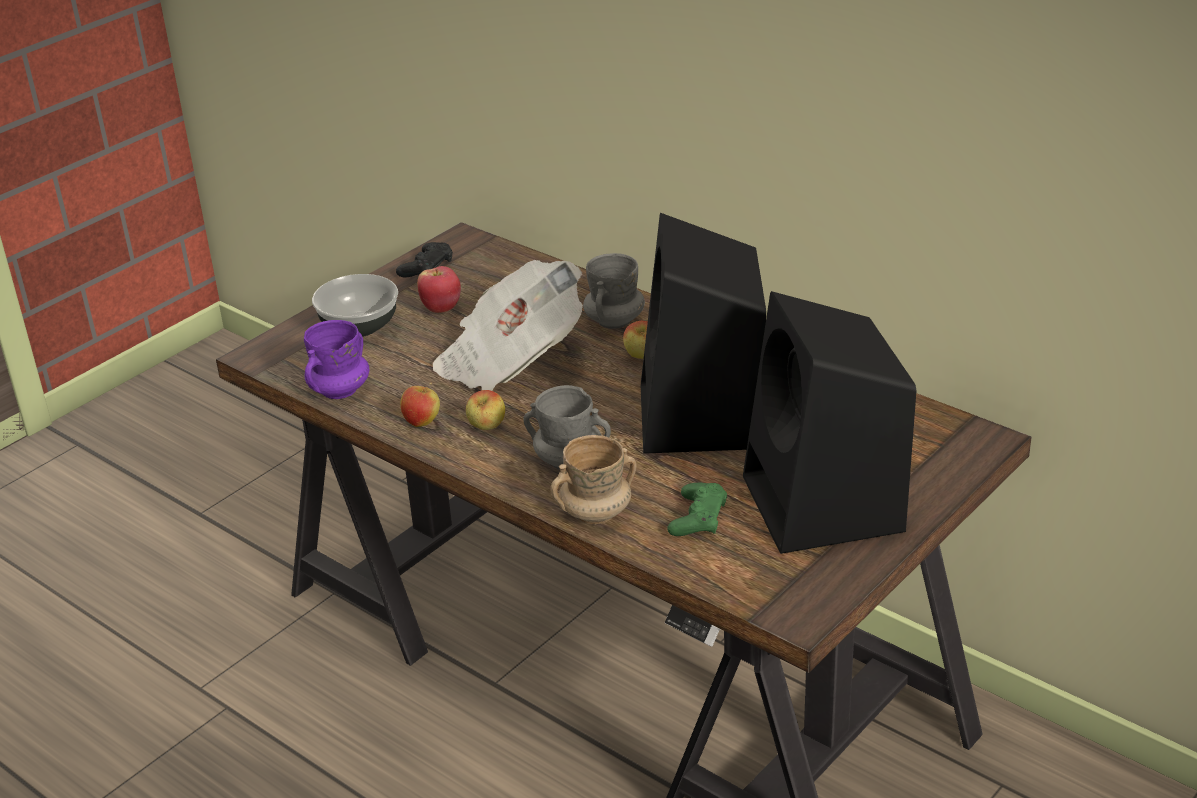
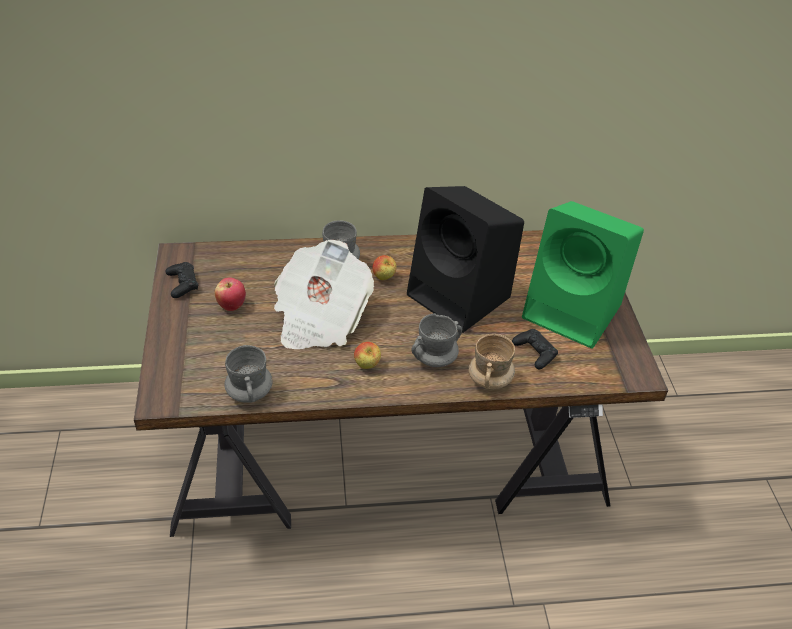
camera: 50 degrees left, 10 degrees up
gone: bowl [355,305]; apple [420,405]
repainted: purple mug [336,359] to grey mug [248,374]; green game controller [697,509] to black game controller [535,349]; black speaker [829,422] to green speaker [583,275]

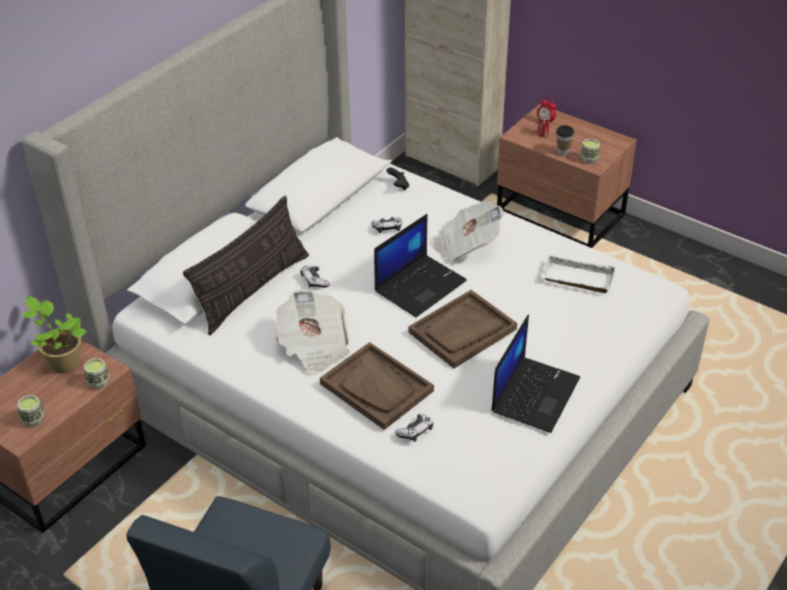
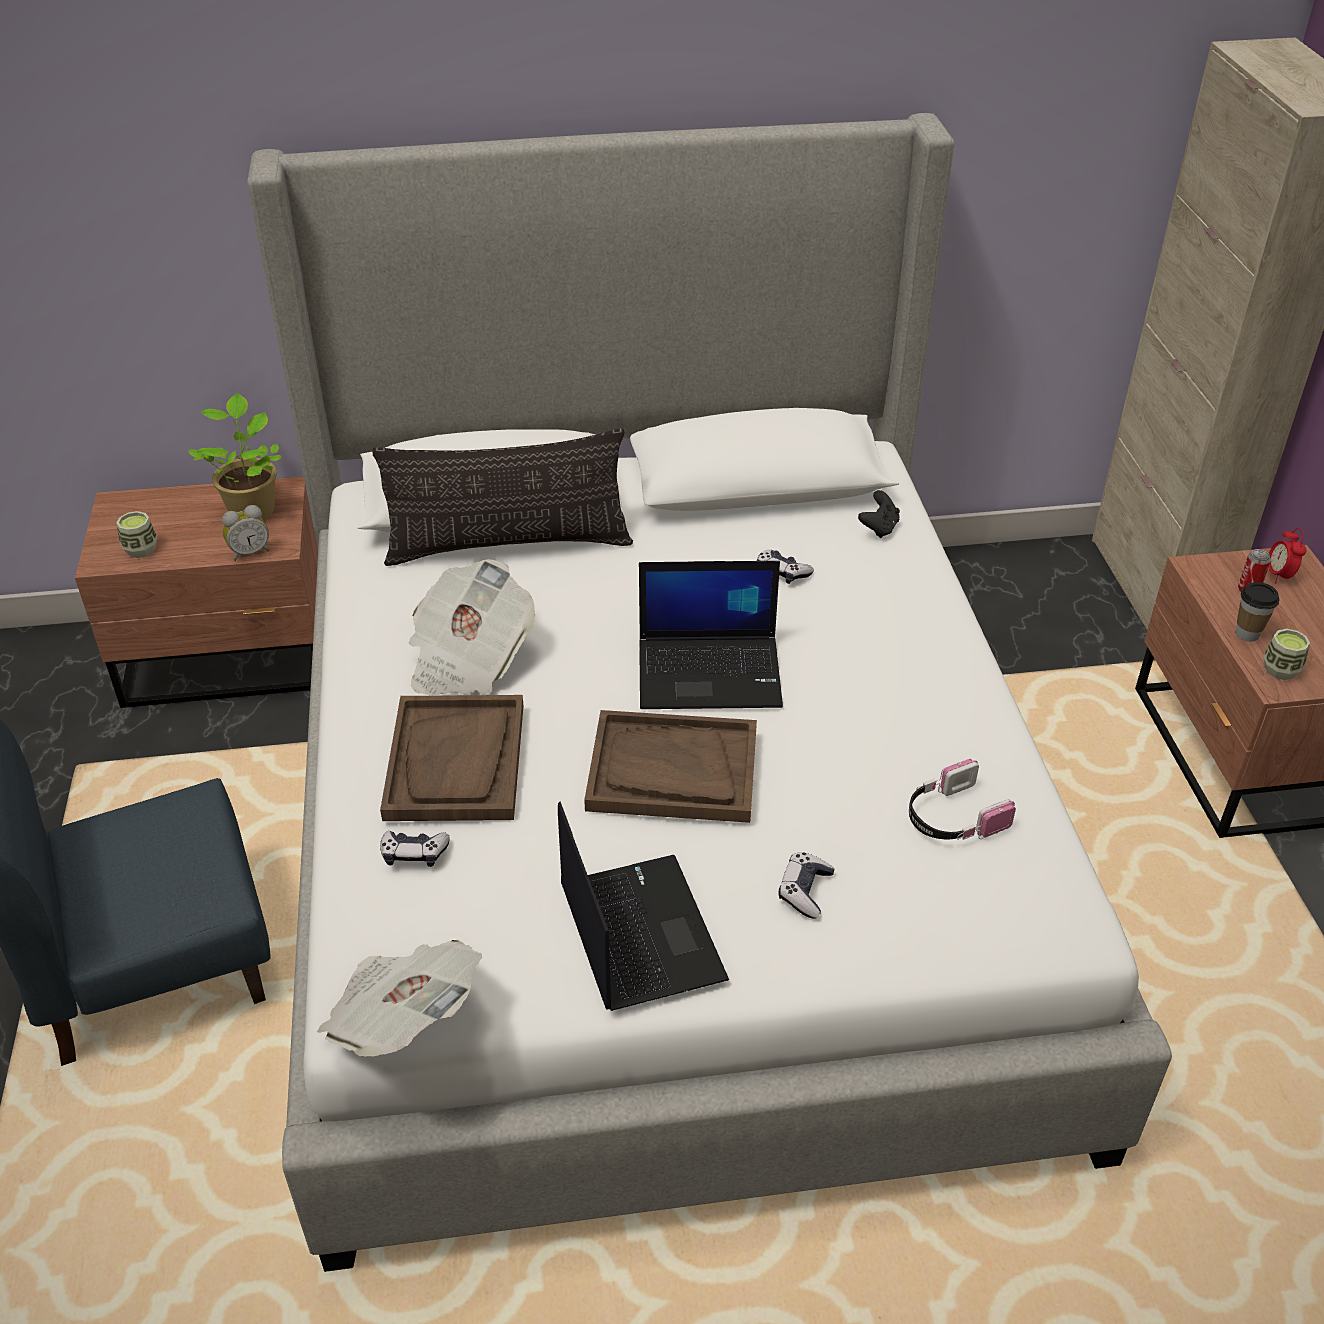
camera: 45 degrees right, 0 degrees up
shifted: newspaper [467,231] to [399,998]; game controller [315,276] to [806,885]
swapped: cup [96,373] to alarm clock [246,533]; white tray [579,273] to headphones [962,799]
rotated: laptop [535,374] = [643,906] 90 degrees counterclockwise

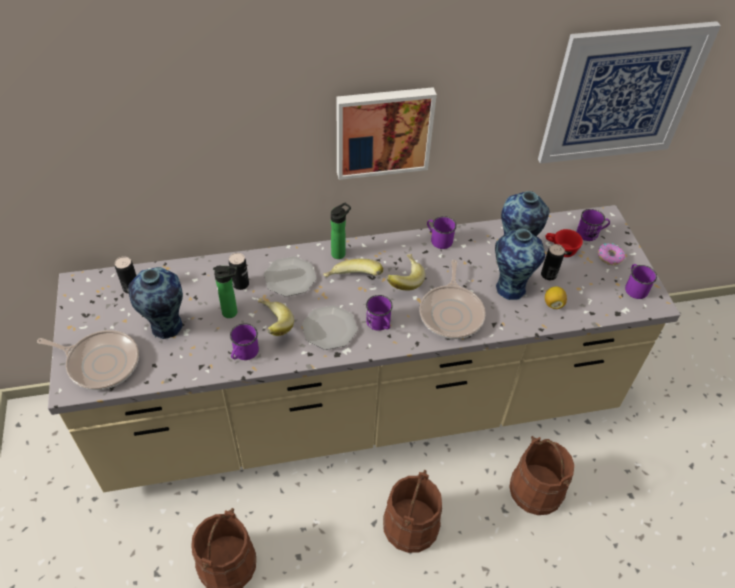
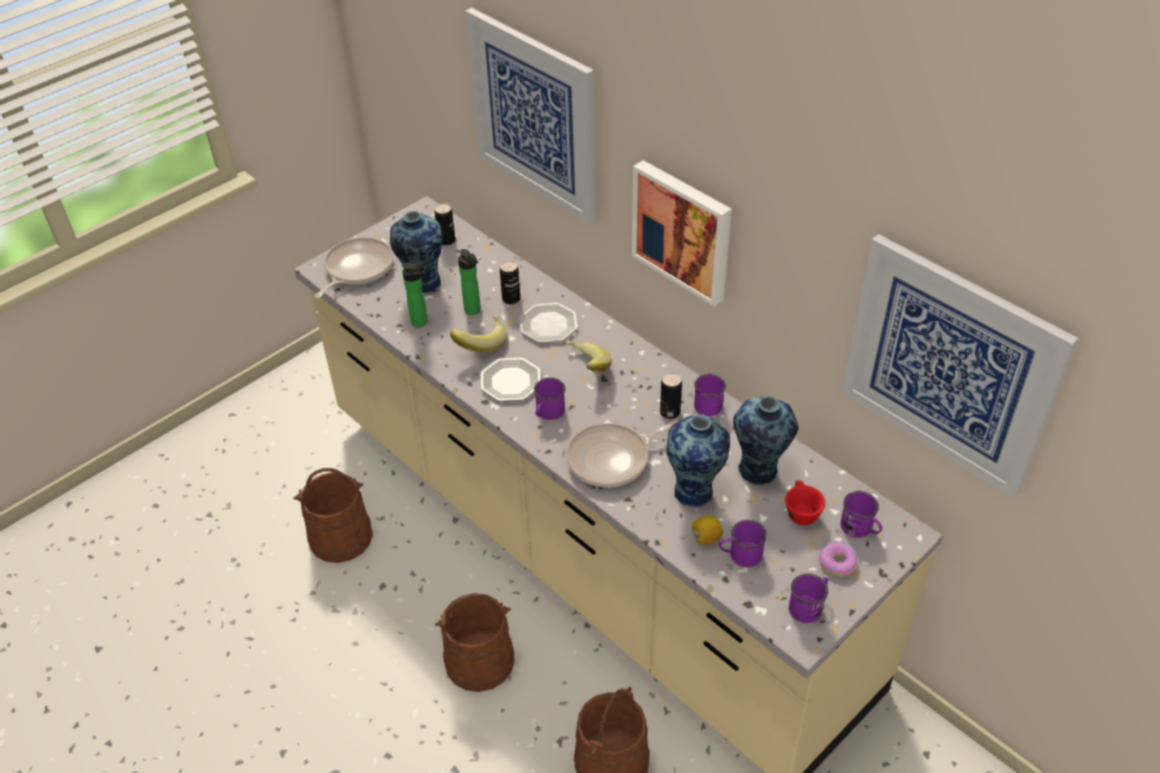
camera: 60 degrees right, 5 degrees down
gone: banana [405,272]
new: picture [530,116]
shifted: bottle [341,230] to [415,295]; can [553,262] to [671,395]; purple mug [244,341] to [743,543]
rotated: frying pan [88,360] = [354,268] 135 degrees counterclockwise

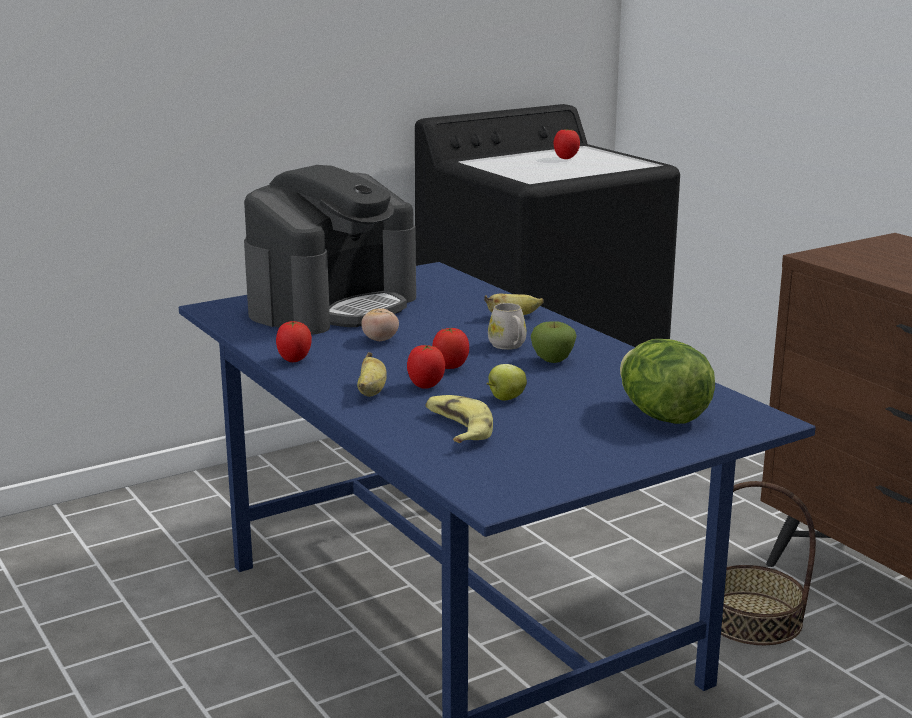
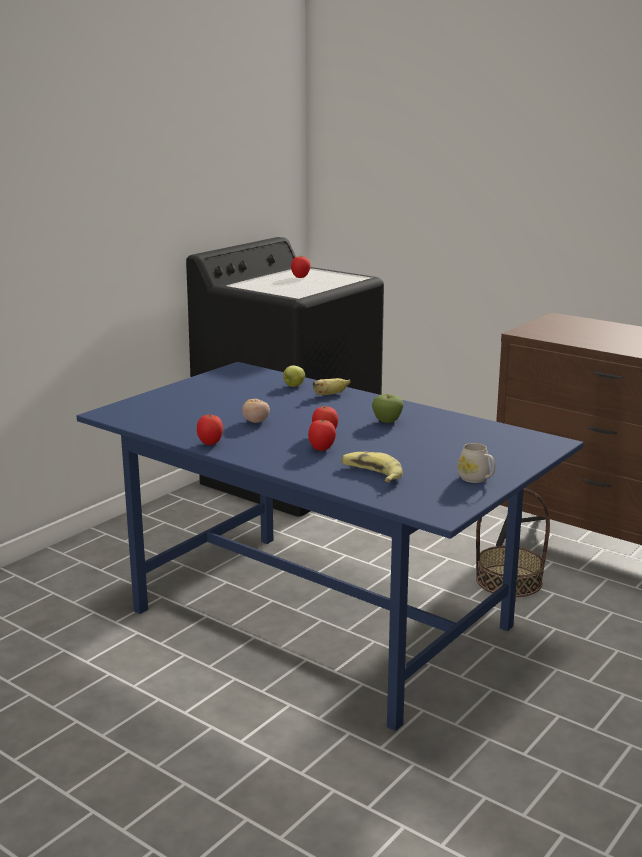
camera: 20 degrees left, 0 degrees up
gone: coffee machine [330,250]; banana [372,374]; lettuce [667,381]
shifted: apple [507,382] to [294,376]; white mug [507,326] to [477,463]

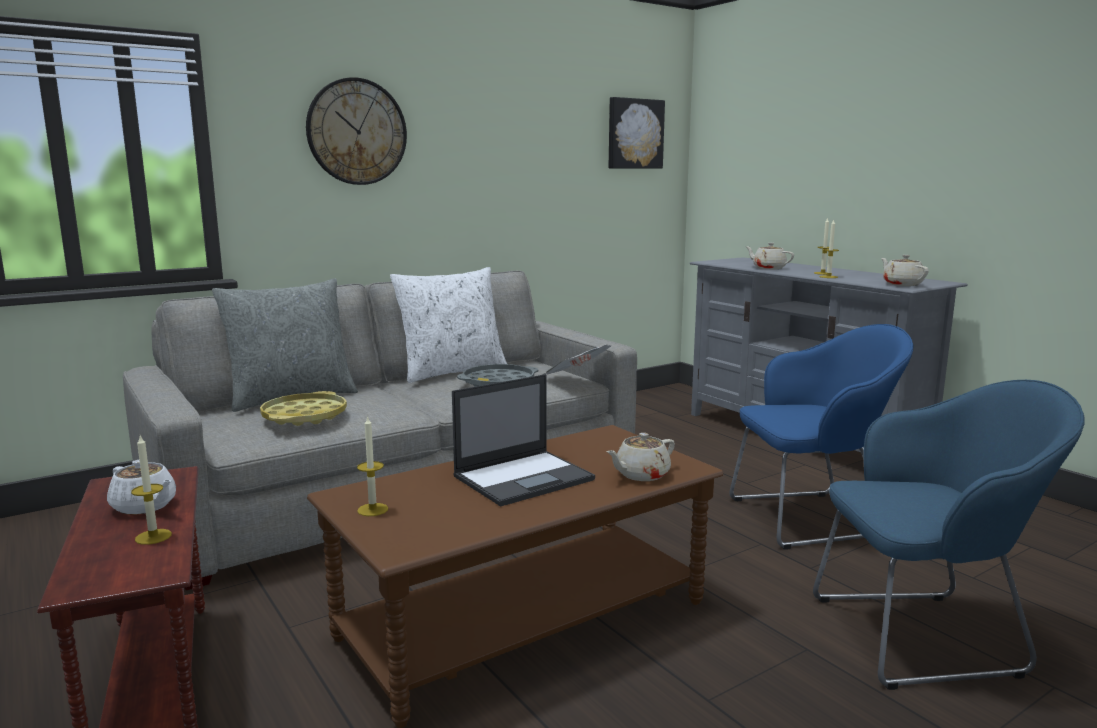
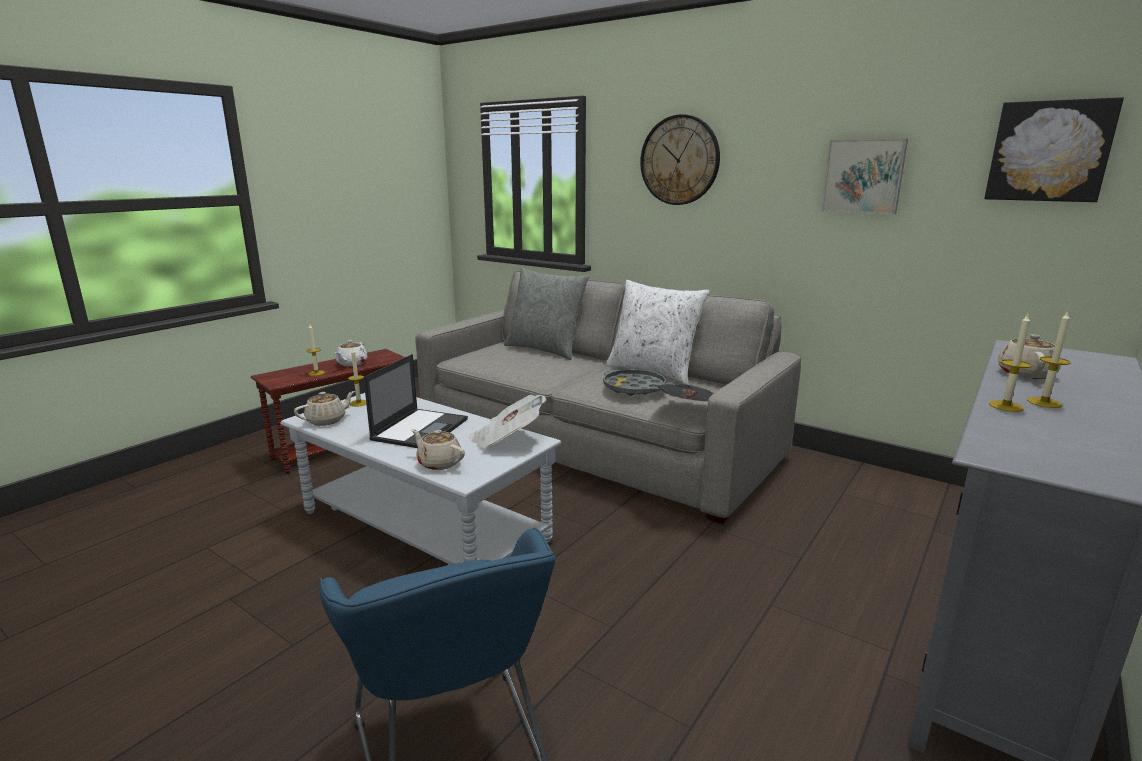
camera: 70 degrees right, 5 degrees up
gone: yellow tray [303,408]; blue armchair [821,437]
new: newspaper [507,422]; picture [864,176]
shifted: beige teapot [905,270] to [324,408]
repainted: brown coffee table [515,576] to grey coffee table [420,479]
rotated: laptop [523,440] = [415,401] 105 degrees counterclockwise

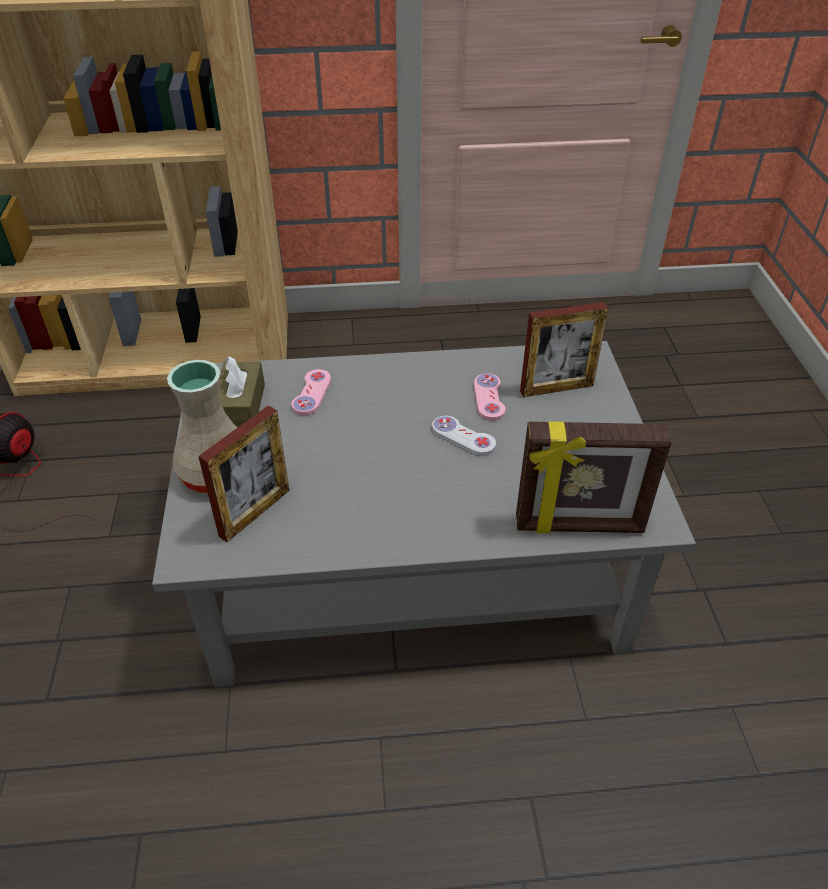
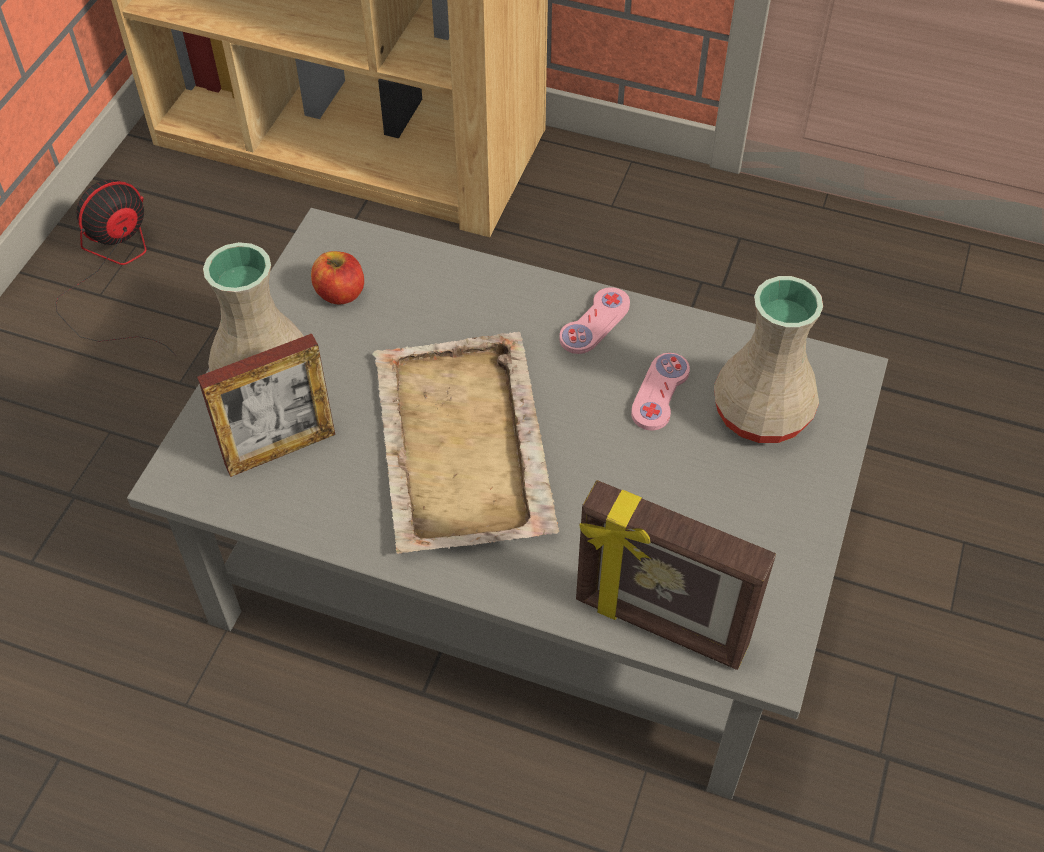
camera: 25 degrees right, 10 degrees up
gone: white game controller [464,436]
new: beige tray [465,443]
shifted: pink game controller [311,392] to [594,320]
swapped: brown tissue box [242,392] to apple [337,278]; picture frame [564,349] to beige vase [768,359]

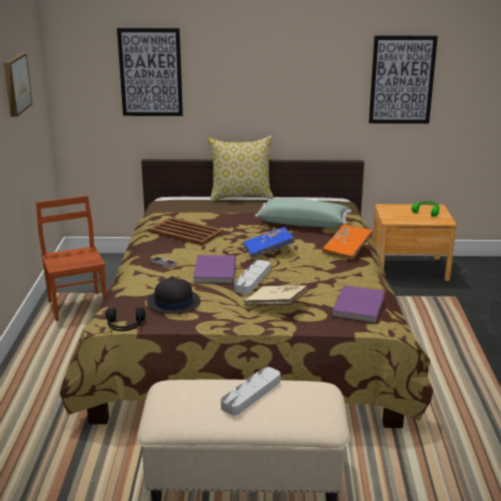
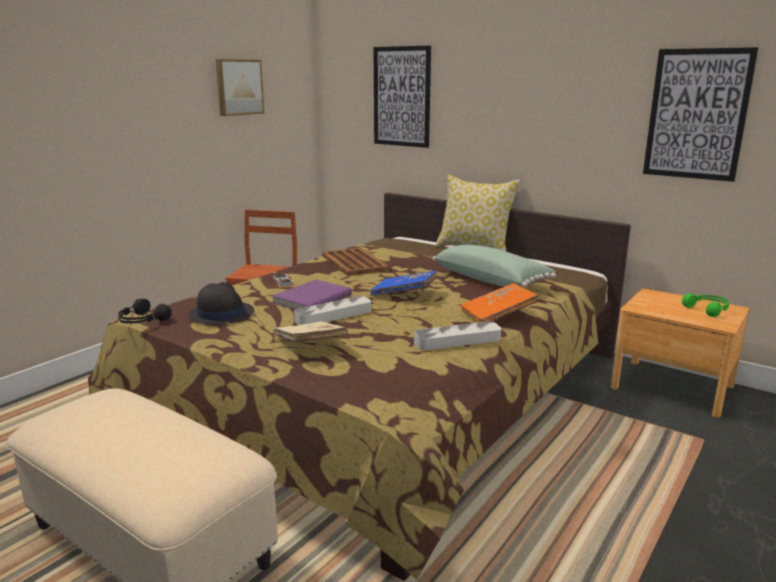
camera: 35 degrees right, 5 degrees down
gone: purple book [358,304]
shifted: grey tray [251,391] to [457,336]

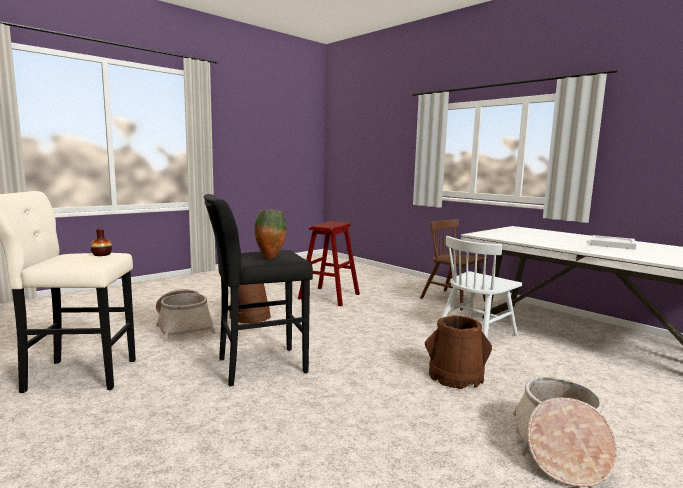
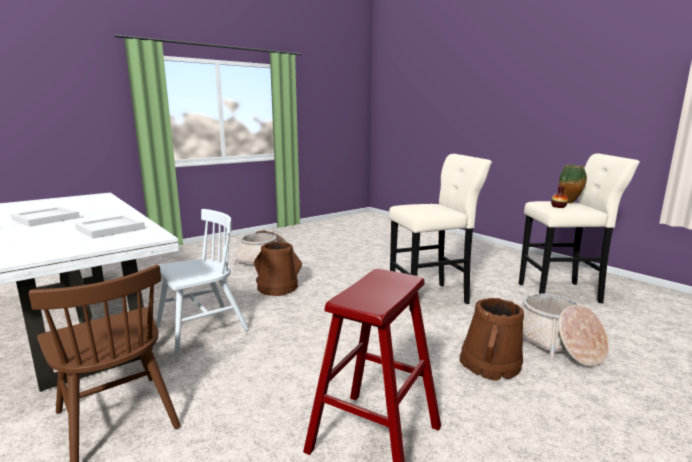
camera: 175 degrees left, 5 degrees up
new: white tray [110,227]
shifted: vase [270,234] to [573,184]
repainted: black stool [258,290] to beige stool [440,233]

